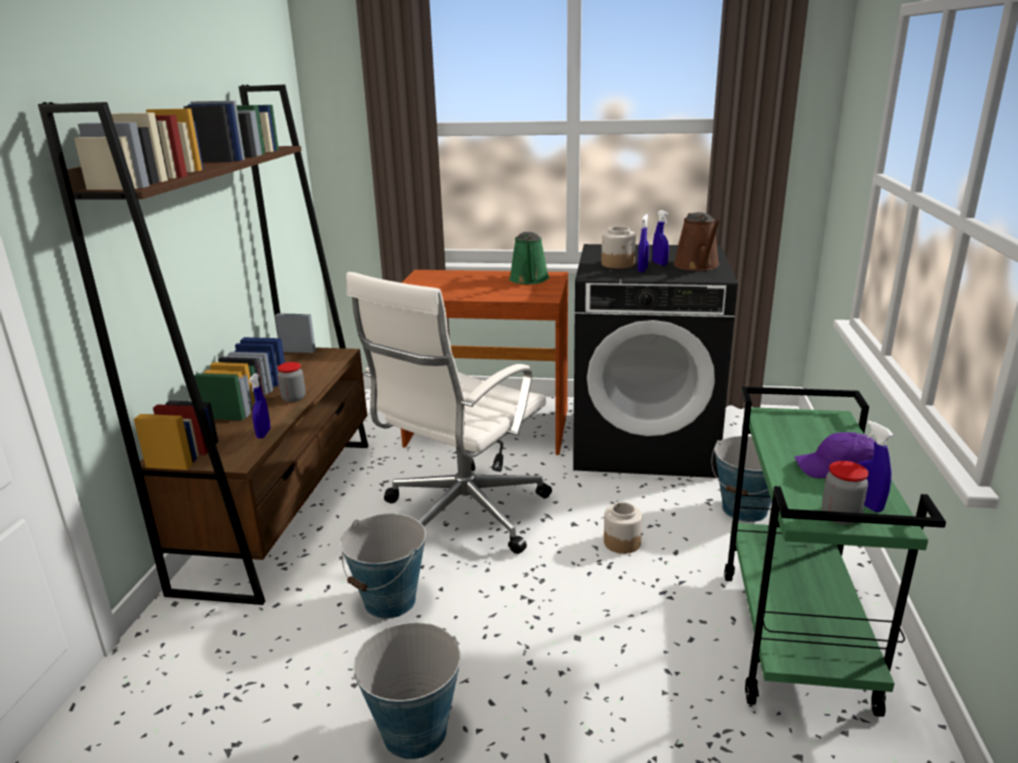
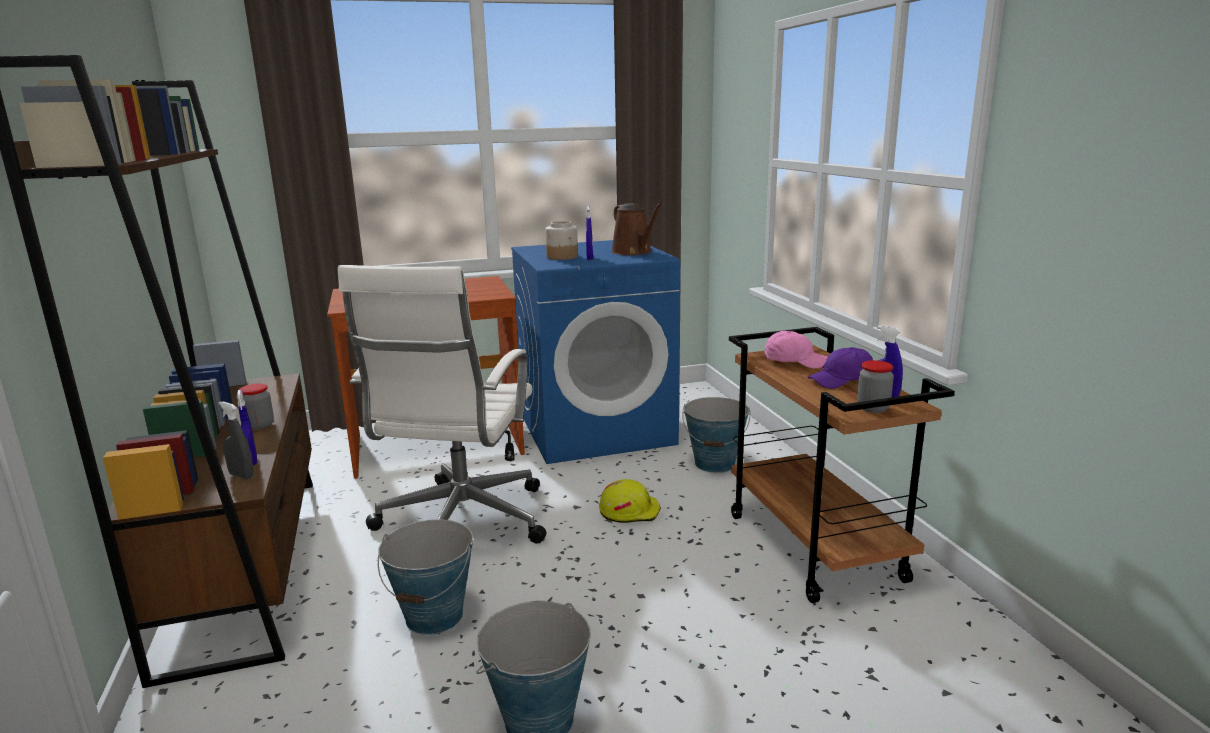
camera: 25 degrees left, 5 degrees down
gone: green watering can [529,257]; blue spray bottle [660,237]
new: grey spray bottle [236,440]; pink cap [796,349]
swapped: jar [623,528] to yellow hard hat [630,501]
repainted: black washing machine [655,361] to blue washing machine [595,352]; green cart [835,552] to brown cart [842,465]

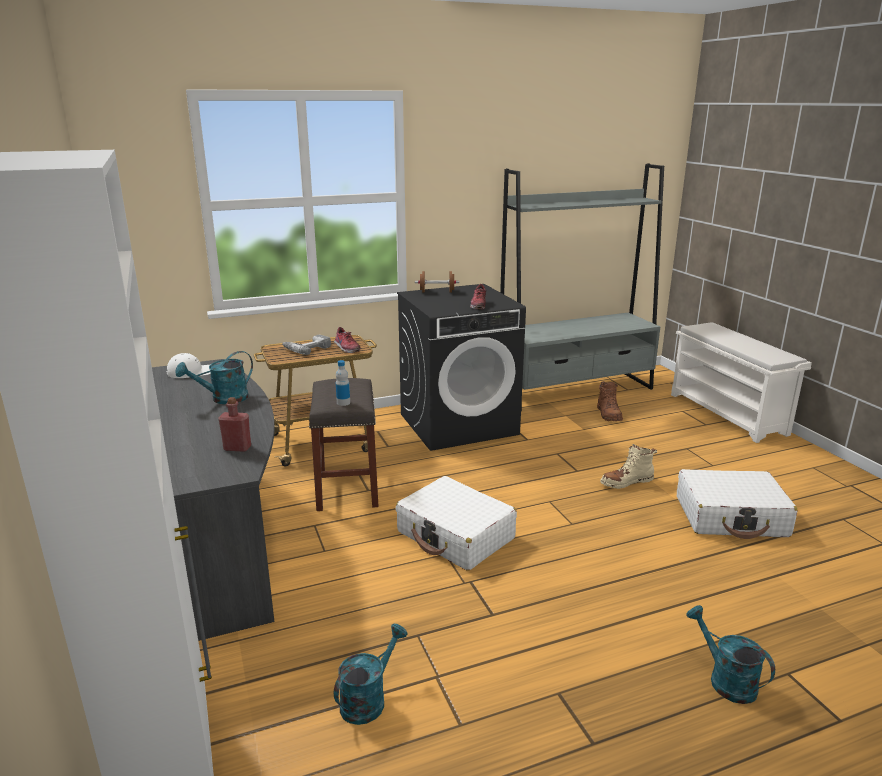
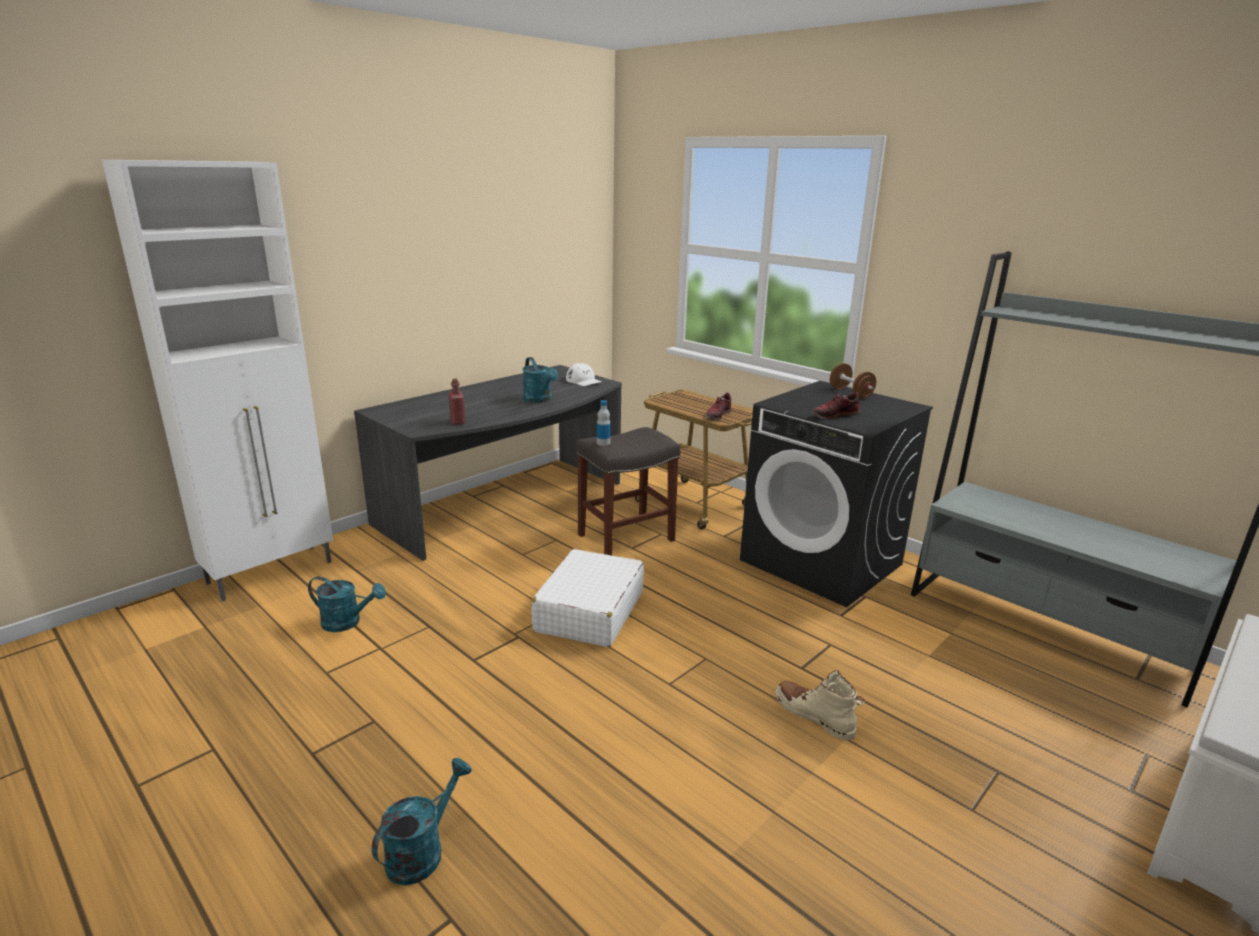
camera: 65 degrees right, 0 degrees up
gone: power drill [306,345]; brown boot [610,401]; white suitcase [737,504]
rotated: turquoise watering can [214,377] = [540,380] 150 degrees counterclockwise

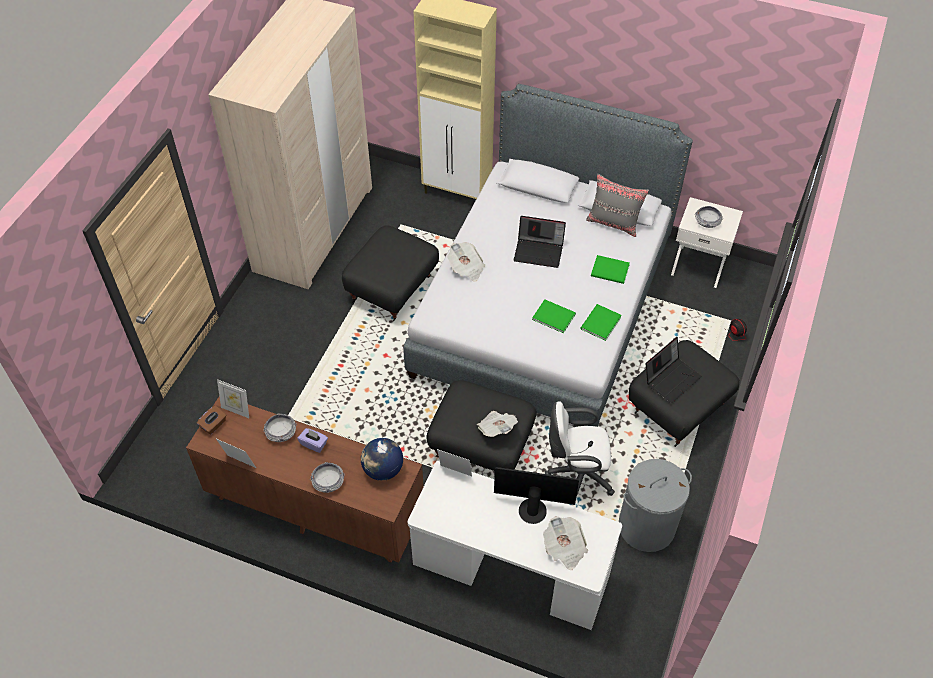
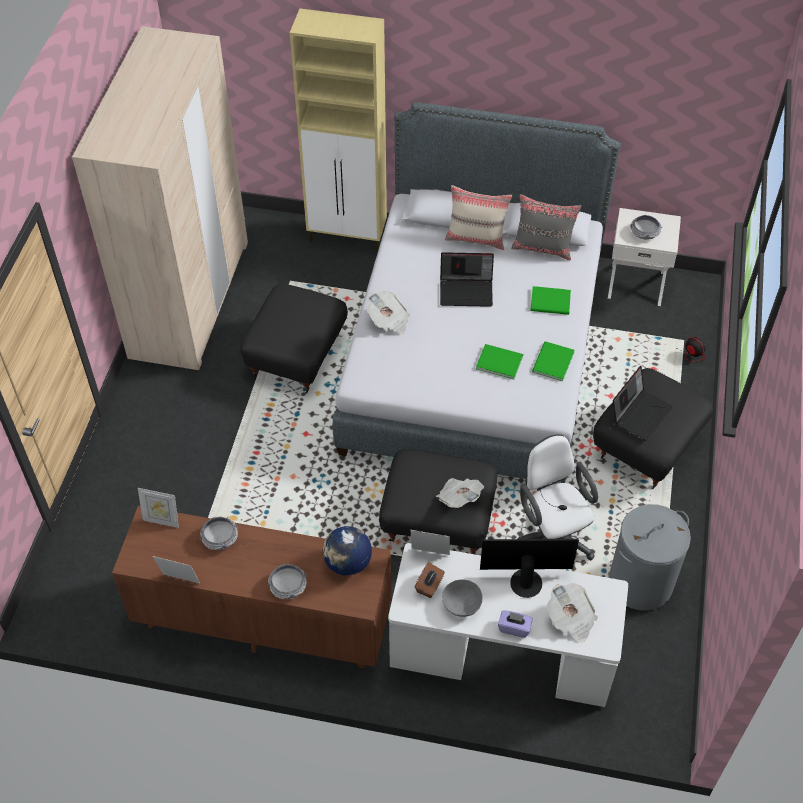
camera: 10 degrees left, 0 degrees up
new: grey bowl [462,598]; beige pillow [478,217]
shifted: brown tissue box [212,419] to [430,580]; purple tissue box [313,440] to [515,624]
rotated: white office chair [580,453] = [558,497] 75 degrees clockwise

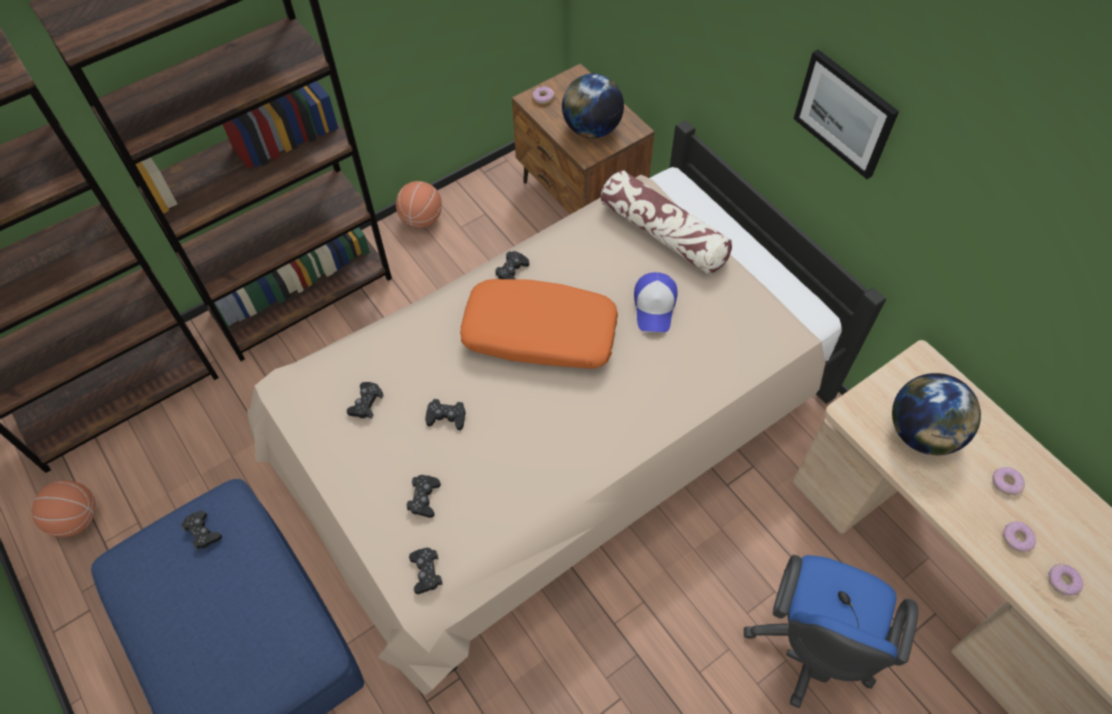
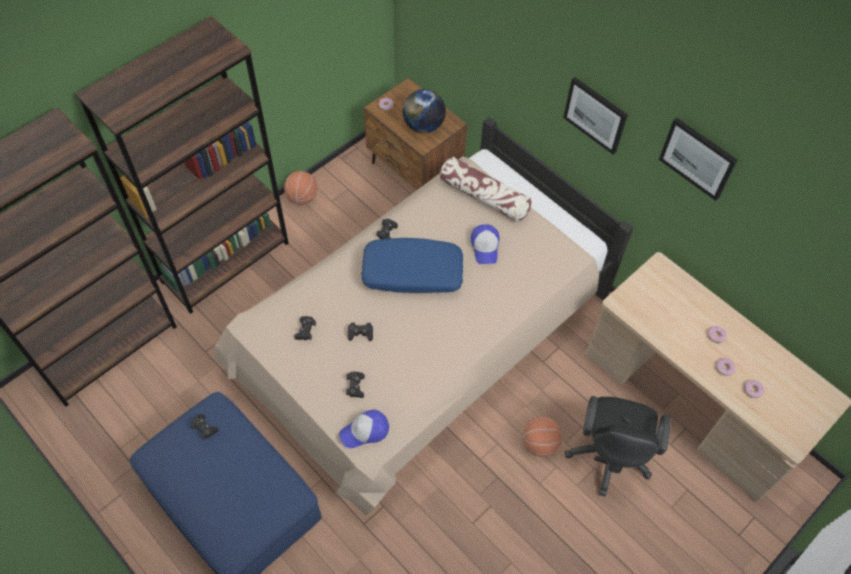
camera: 10 degrees left, 0 degrees up
gone: globe [936,414]
new: picture [698,159]
shifted: basketball [64,508] to [542,436]
swapped: black game controller [426,571] to cap [364,429]
repainted: orange pillow [539,324] to blue pillow [412,265]; blue office chair [831,631] to black office chair [618,446]

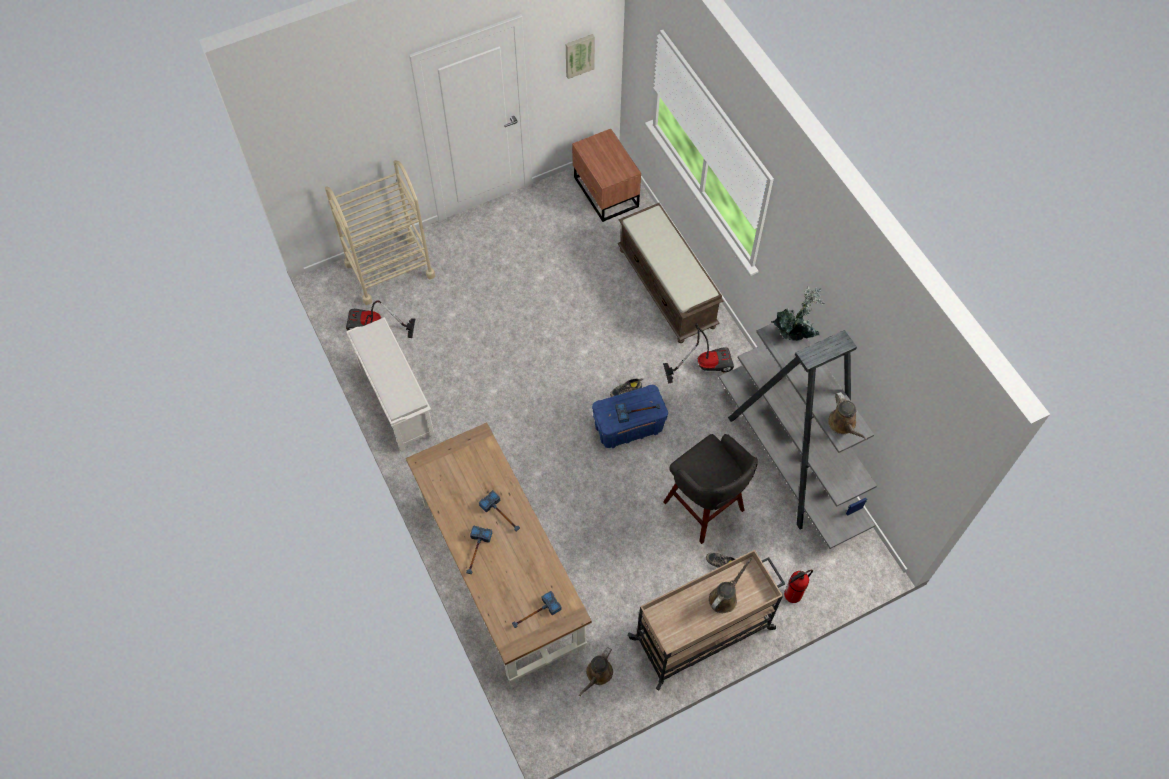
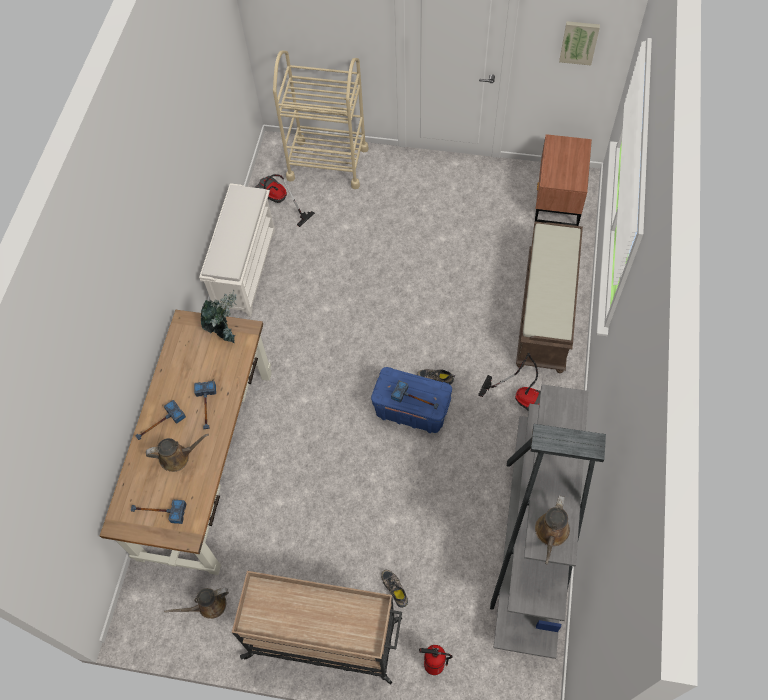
camera: 40 degrees right, 0 degrees up
gone: grey stool [710,489]
shifted: brown watering can [730,585] to [177,453]; potted plant [798,313] to [219,316]

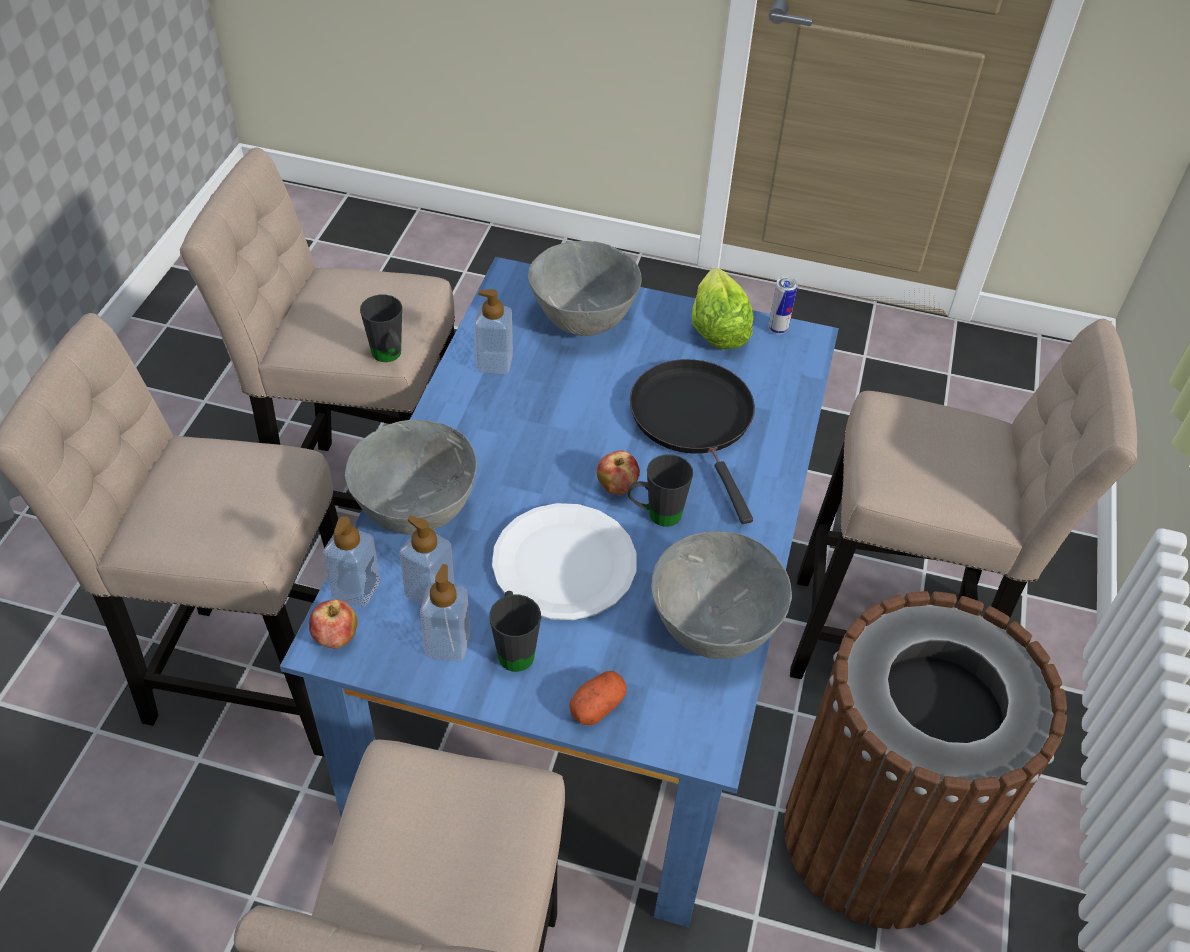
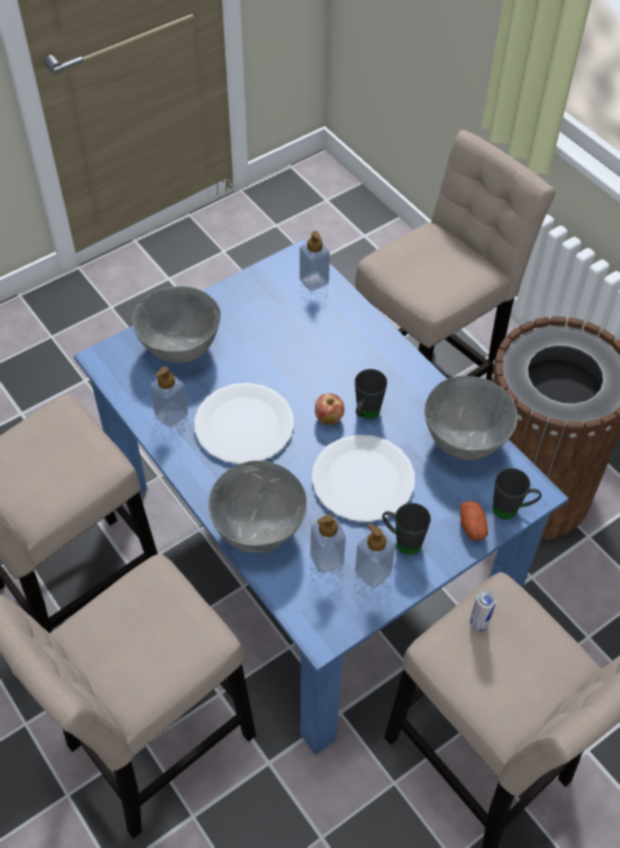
camera: 50 degrees left, 5 degrees up
gone: apple [333,623]; black frying pan [692,441]; lettuce [723,308]
new: white plate [244,423]
shifted: soap dispenser [351,561] to [314,261]; can [783,305] to [483,610]; black mug [381,328] to [517,493]

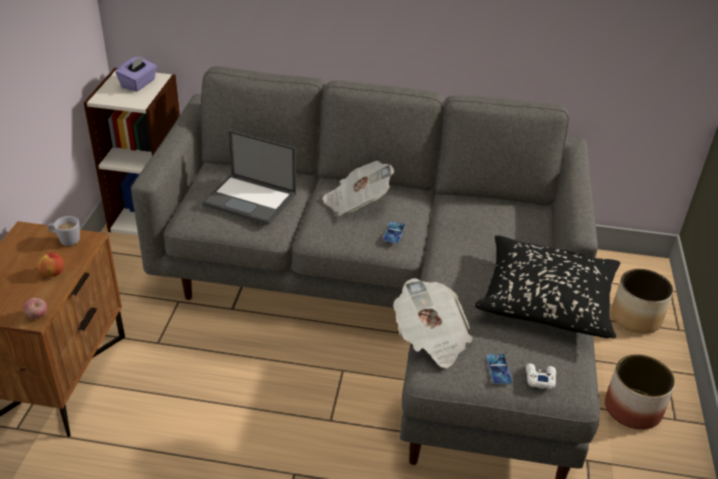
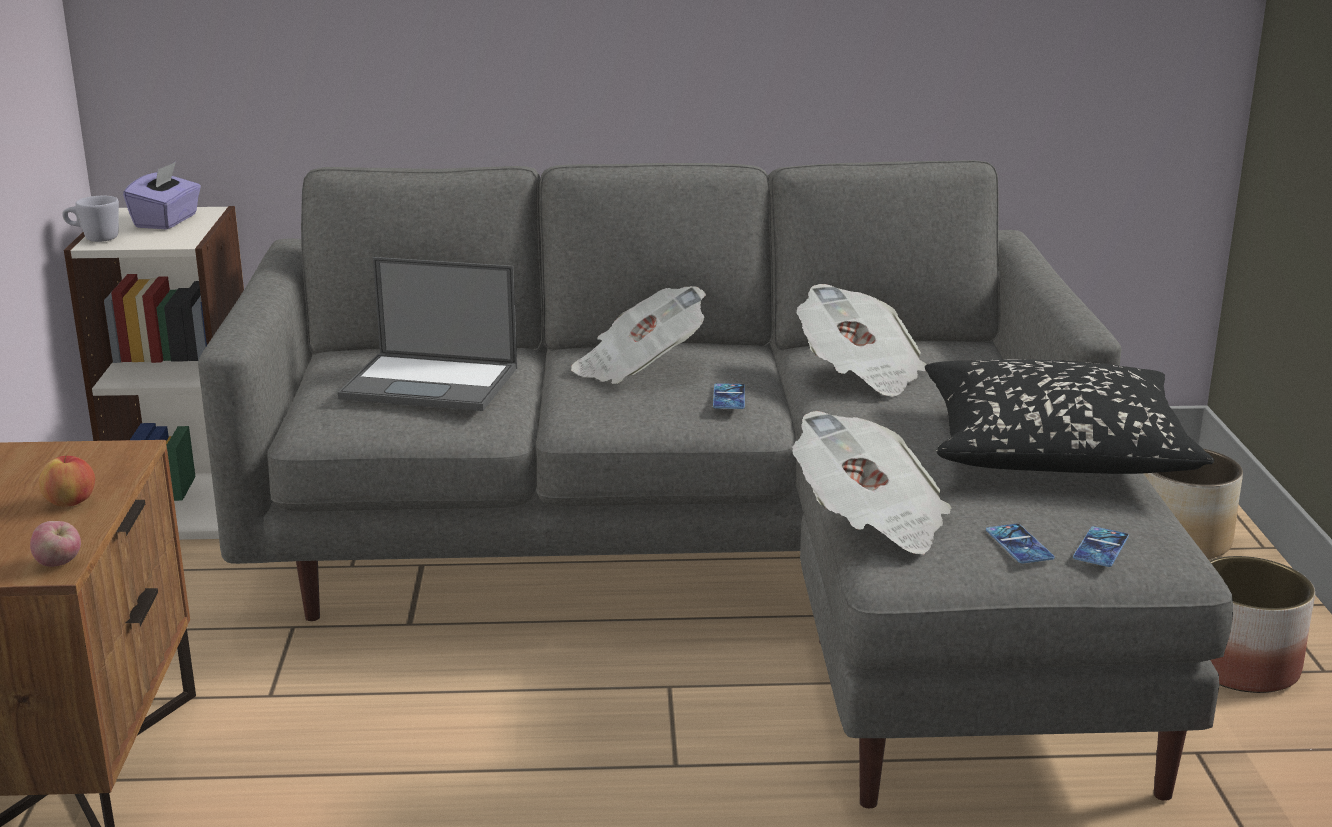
camera: 10 degrees left, 15 degrees down
new: newspaper [862,340]
shifted: white mug [64,231] to [90,219]
swapped: white game controller [541,376] to phone [1101,546]

